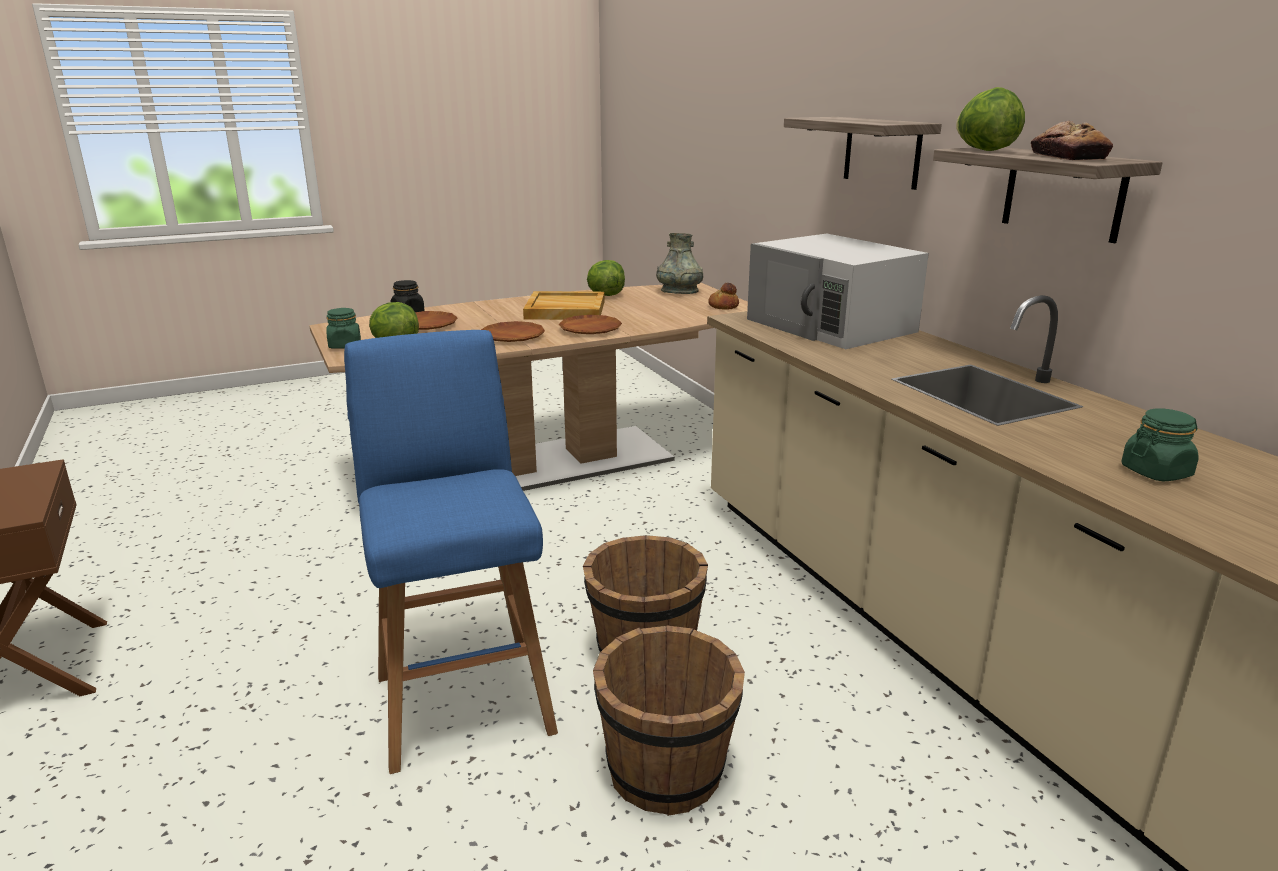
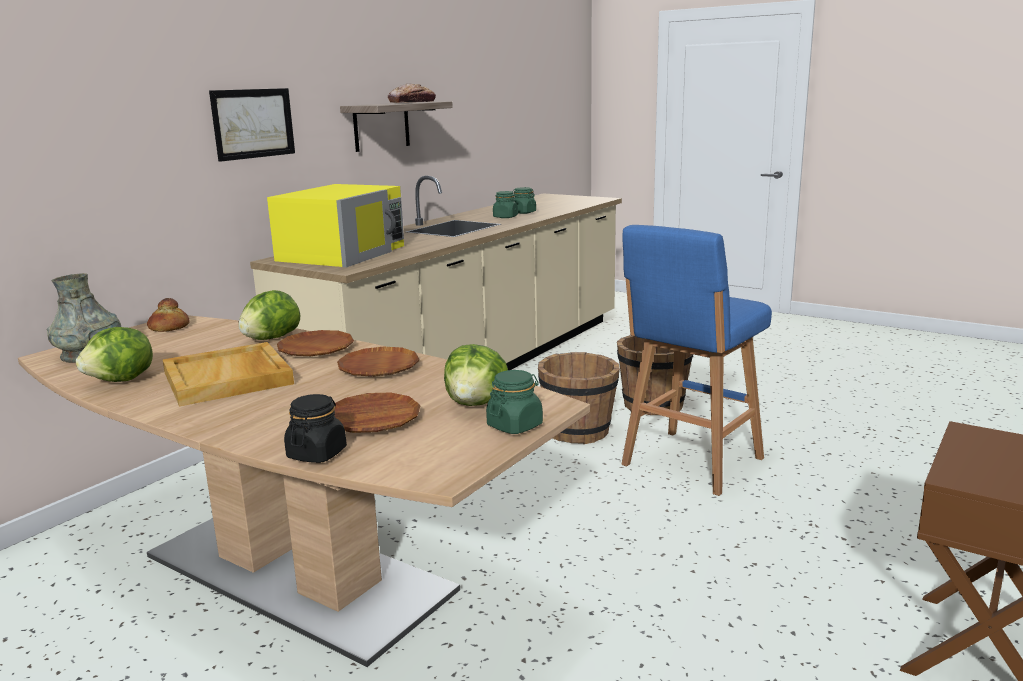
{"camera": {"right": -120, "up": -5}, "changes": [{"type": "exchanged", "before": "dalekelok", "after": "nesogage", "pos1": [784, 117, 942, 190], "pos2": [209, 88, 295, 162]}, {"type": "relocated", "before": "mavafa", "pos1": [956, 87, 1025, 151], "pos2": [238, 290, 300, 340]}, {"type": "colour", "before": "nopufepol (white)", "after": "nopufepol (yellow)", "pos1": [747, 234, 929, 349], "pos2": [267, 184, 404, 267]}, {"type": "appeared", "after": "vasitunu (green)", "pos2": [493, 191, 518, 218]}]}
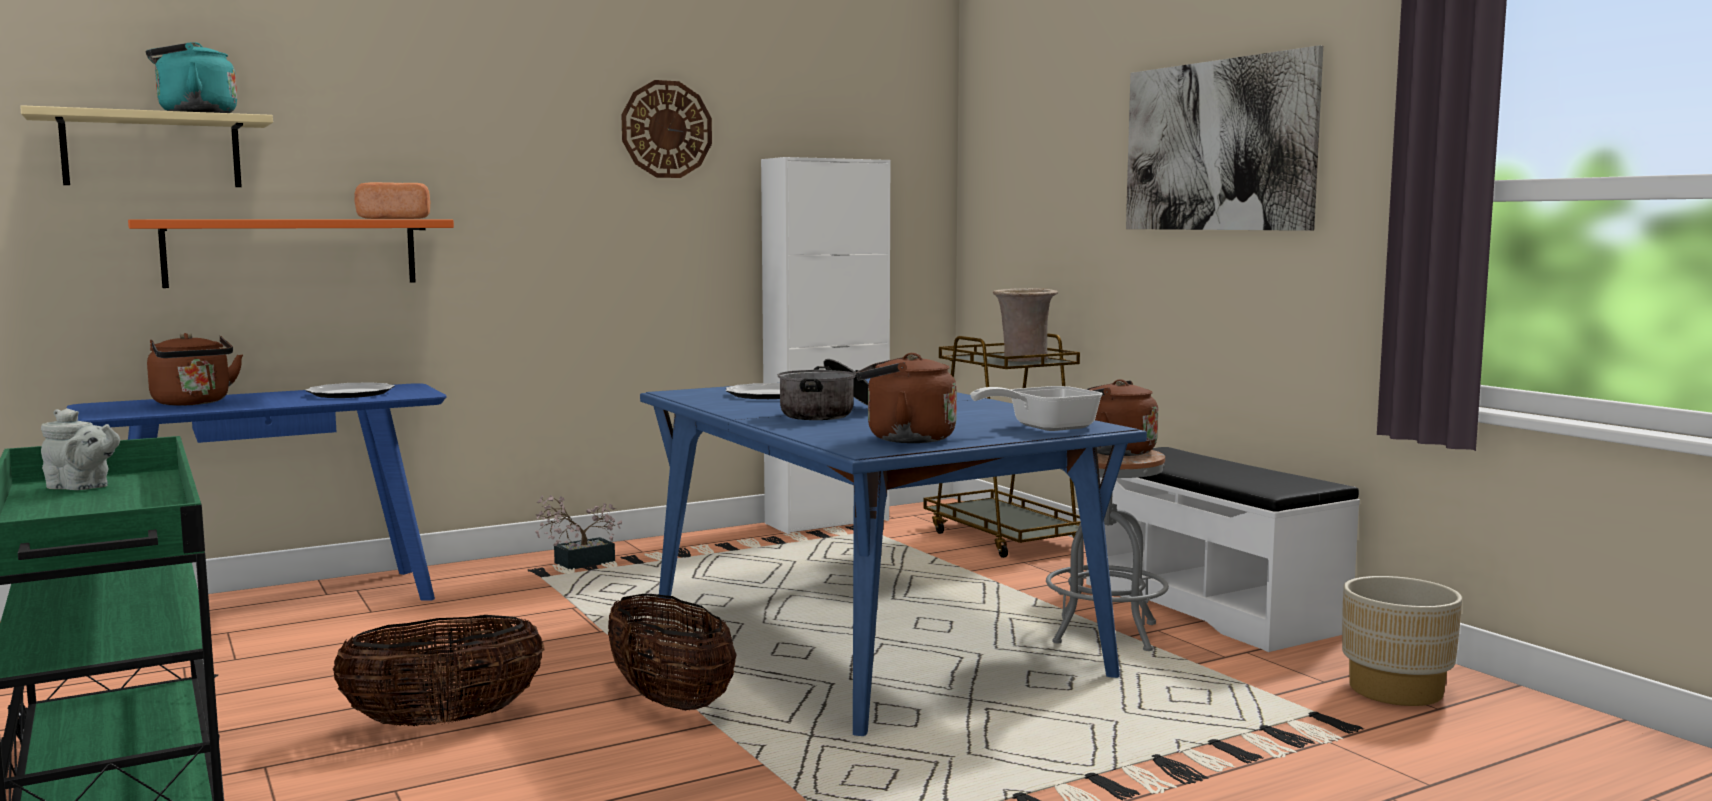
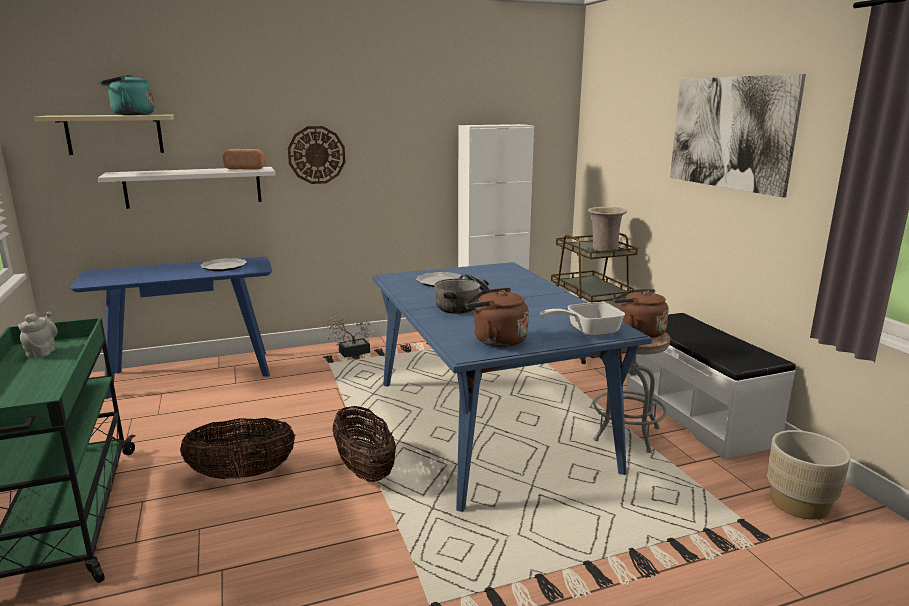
{"camera": {"right": 10, "up": 10}, "changes": [{"type": "spun", "before": "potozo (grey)", "pos1": [41, 408, 120, 490], "pos2": [18, 312, 58, 358], "turn": -120}, {"type": "colour", "before": "dalekelok (orange)", "after": "dalekelok (white)", "pos1": [128, 219, 454, 288], "pos2": [98, 167, 276, 209]}, {"type": "relocated", "before": "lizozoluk", "pos1": [621, 80, 712, 178], "pos2": [288, 126, 345, 184]}, {"type": "missing", "before": "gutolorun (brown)", "pos1": [147, 333, 243, 406]}]}
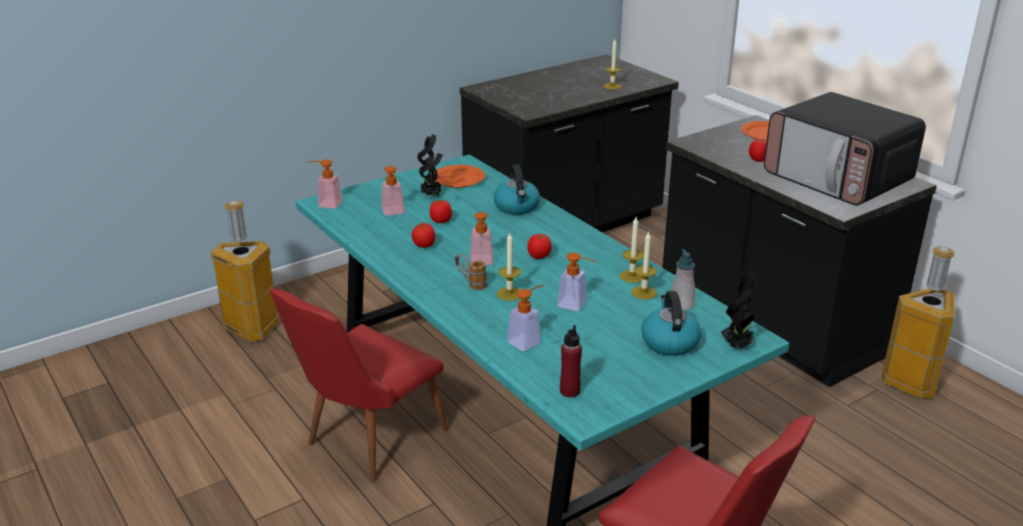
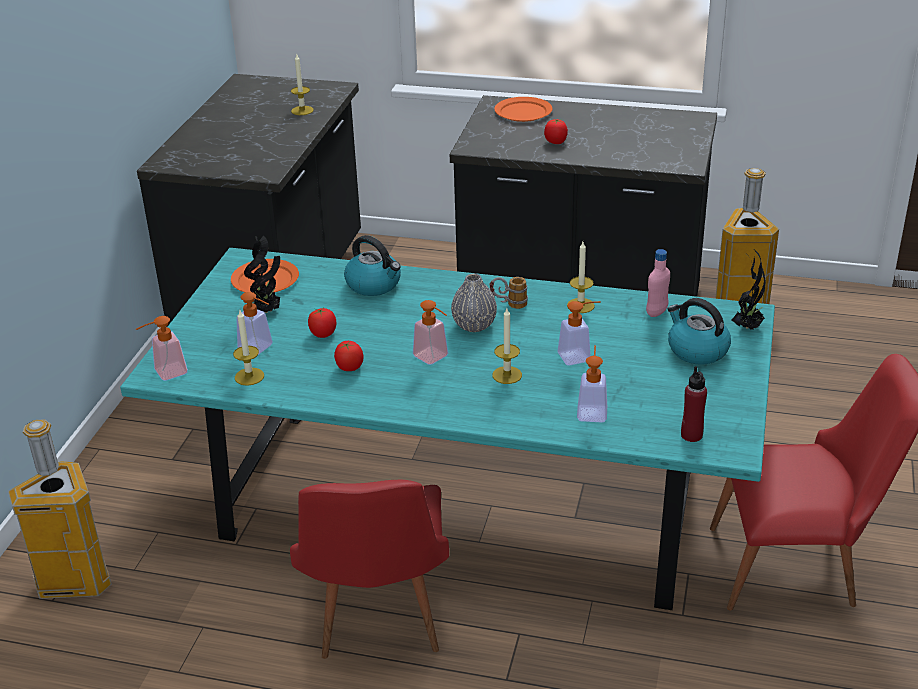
{"camera": {"right": -40, "up": 5}, "changes": [{"type": "relocated", "before": "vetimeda", "pos1": [631, 231, 657, 299], "pos2": [233, 311, 264, 386]}, {"type": "exchanged", "before": "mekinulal", "after": "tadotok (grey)", "pos1": [527, 234, 552, 259], "pos2": [451, 274, 497, 332]}, {"type": "relocated", "before": "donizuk", "pos1": [455, 254, 487, 290], "pos2": [490, 277, 528, 309]}, {"type": "exchanged", "before": "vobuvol", "after": "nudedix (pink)", "pos1": [671, 249, 695, 311], "pos2": [646, 249, 670, 317]}, {"type": "missing", "before": "nopufepol", "pos1": [764, 92, 926, 206]}]}
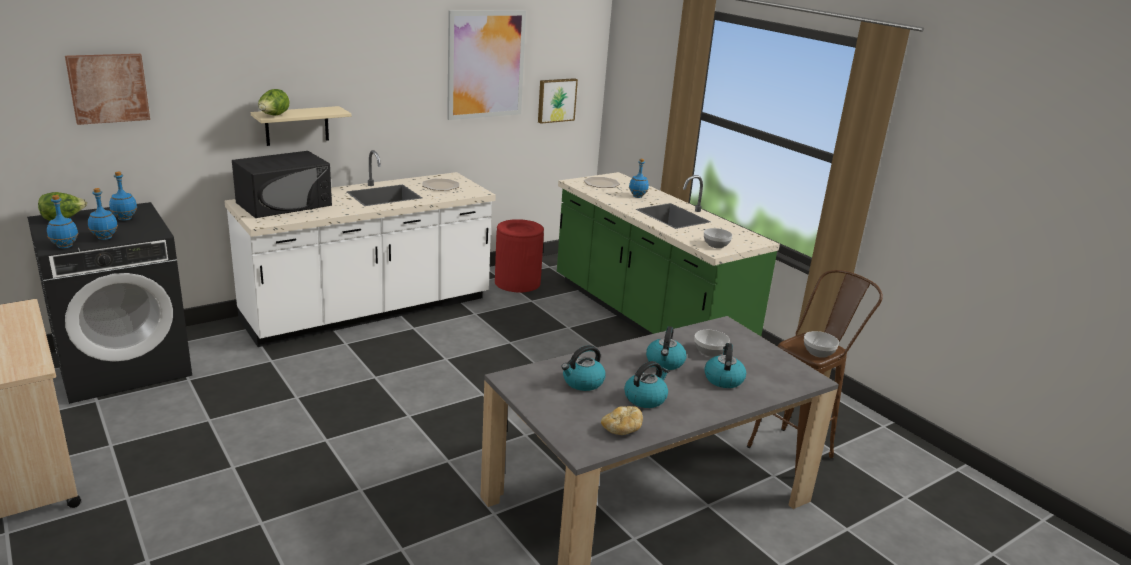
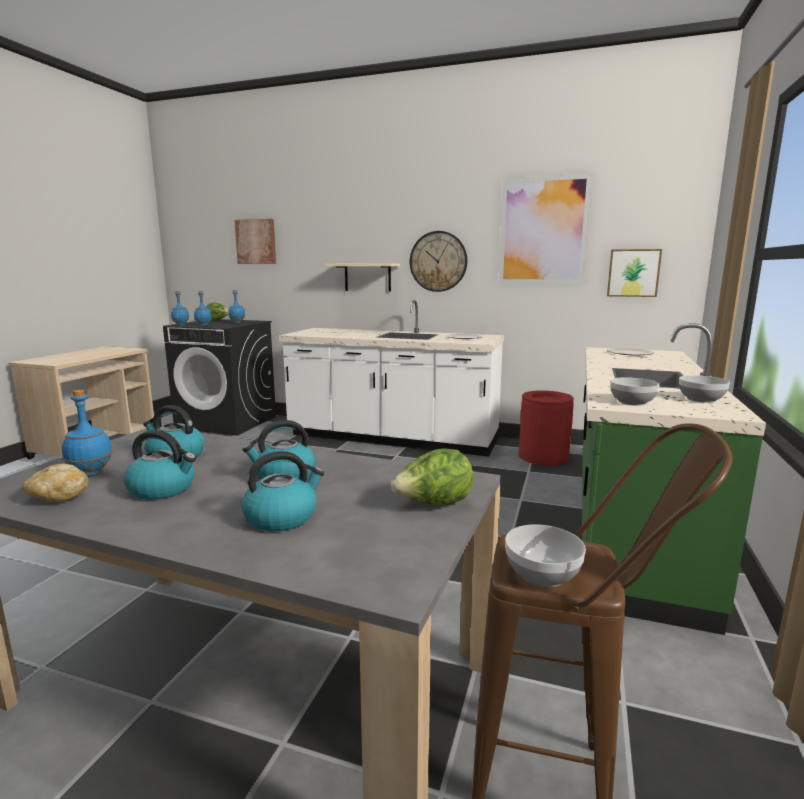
{"camera": {"right": 55, "up": -10}, "changes": [{"type": "relocated", "before": "nudedix (blue)", "pos1": [629, 159, 649, 198], "pos2": [62, 390, 113, 476]}, {"type": "relocated", "before": "mavafa", "pos1": [258, 89, 290, 116], "pos2": [391, 448, 474, 506]}, {"type": "appeared", "after": "lizozoluk", "pos2": [410, 231, 467, 292]}, {"type": "relocated", "before": "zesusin", "pos1": [694, 330, 730, 357], "pos2": [679, 375, 730, 403]}, {"type": "missing", "before": "nopufepol (black)", "pos1": [232, 151, 332, 218]}]}
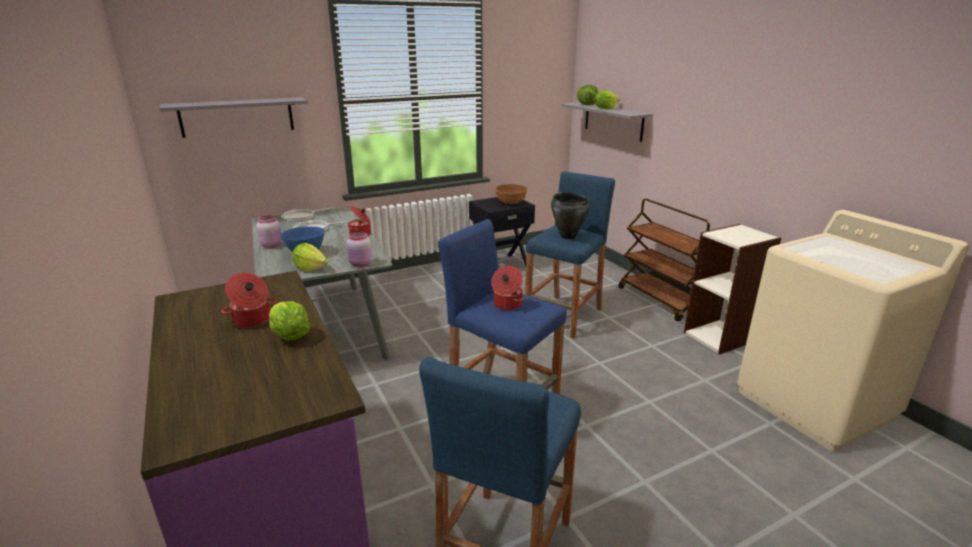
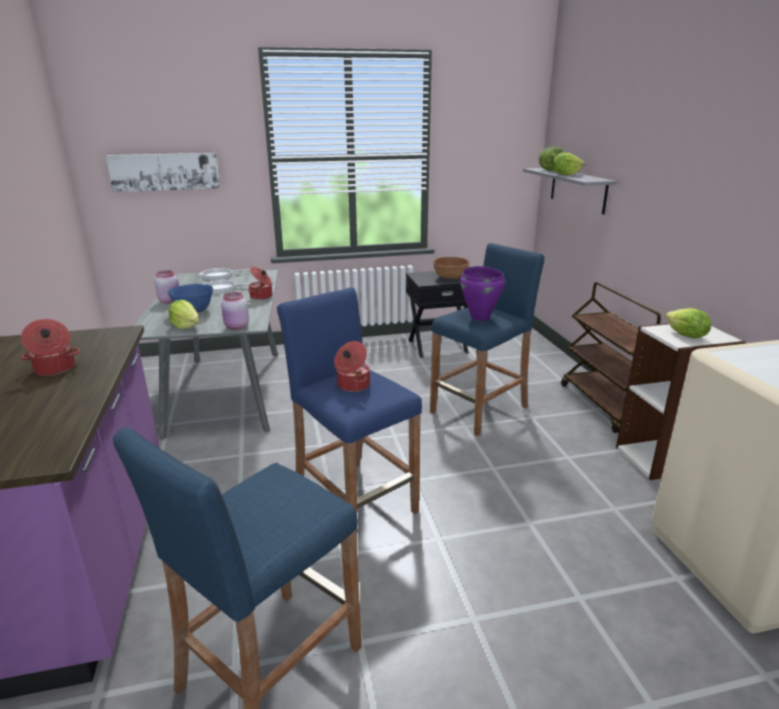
{"camera": {"right": 15, "up": 0}, "changes": [{"type": "exchanged", "before": "dalekelok (grey)", "after": "nesogage", "pos1": [160, 97, 308, 138], "pos2": [106, 153, 220, 192]}, {"type": "colour", "before": "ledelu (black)", "after": "ledelu (purple)", "pos1": [551, 192, 590, 239], "pos2": [460, 266, 505, 321]}, {"type": "relocated", "before": "mavafa", "pos1": [269, 302, 311, 341], "pos2": [665, 308, 711, 338]}]}
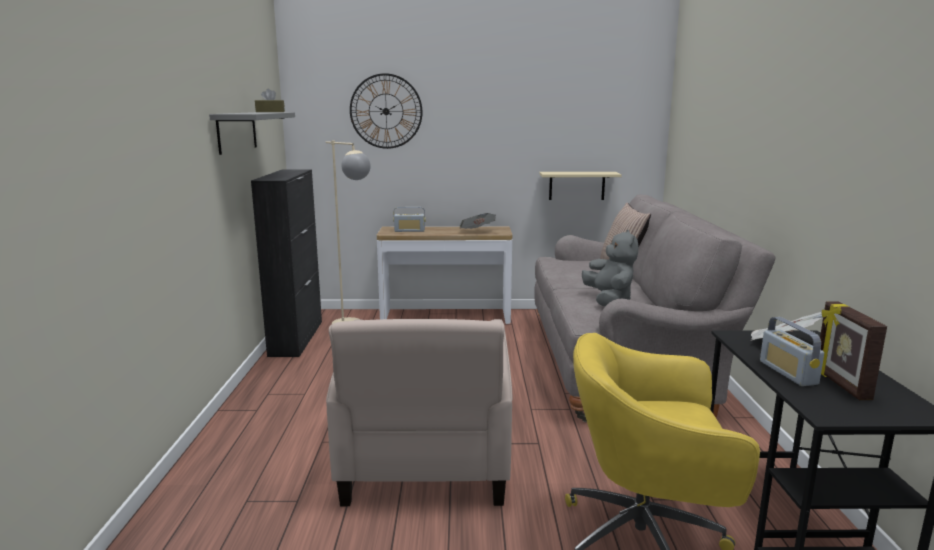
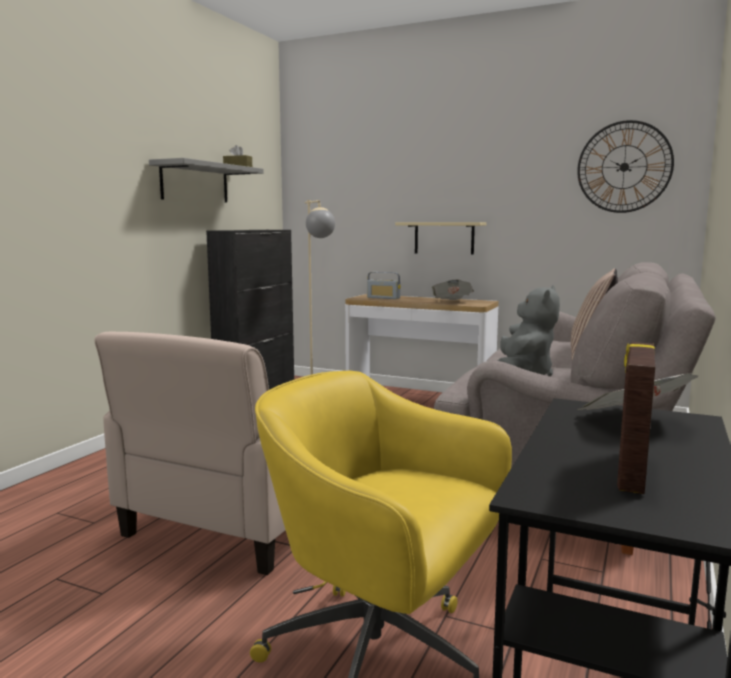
{"camera": {"right": 25, "up": -5}, "changes": [{"type": "relocated", "before": "dalekelok (beige)", "pos1": [539, 172, 622, 200], "pos2": [395, 222, 487, 255]}, {"type": "relocated", "before": "lizozoluk", "pos1": [350, 73, 423, 149], "pos2": [577, 120, 674, 213]}, {"type": "missing", "before": "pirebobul", "pos1": [760, 317, 824, 386]}]}
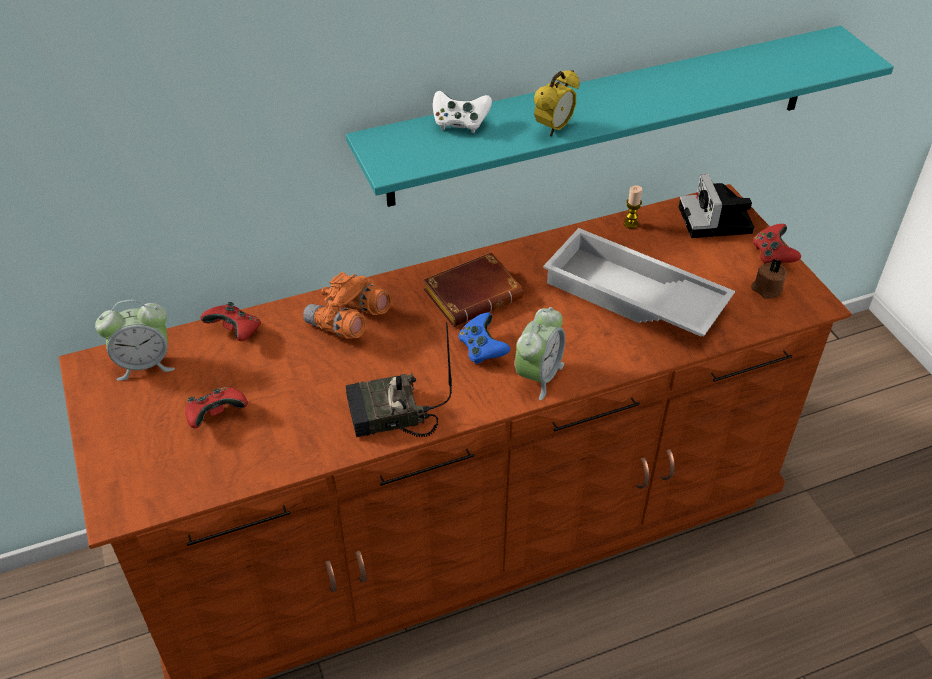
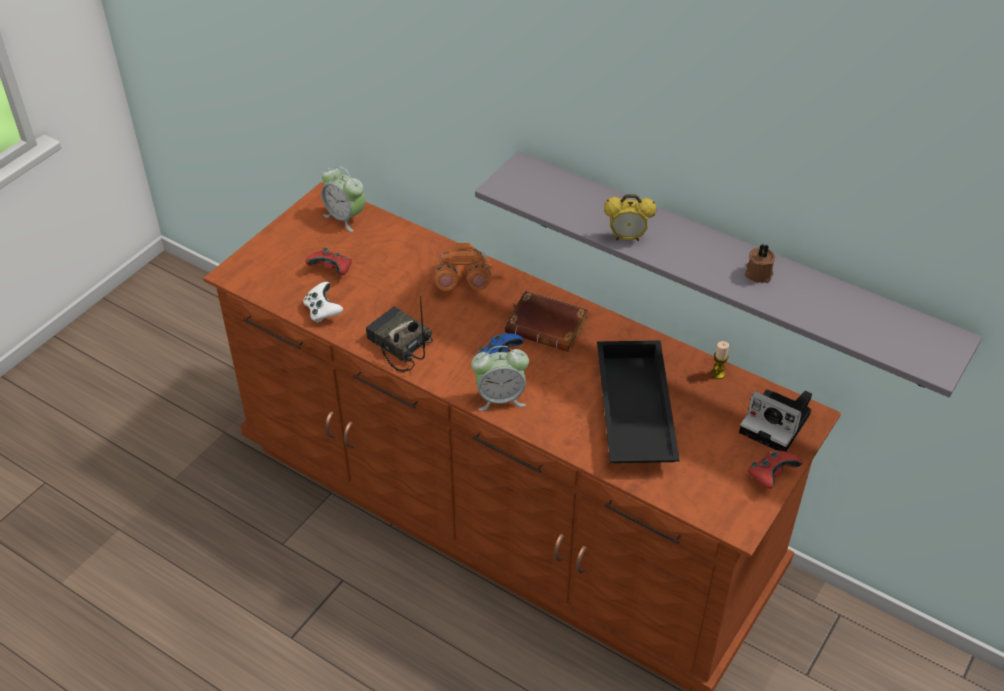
{"camera": {"right": 55, "up": 0}, "changes": [{"type": "relocated", "before": "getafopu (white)", "pos1": [433, 91, 492, 133], "pos2": [303, 282, 343, 323]}, {"type": "colour", "before": "dalekelok (turquoise)", "after": "dalekelok (grey)", "pos1": [346, 26, 894, 207], "pos2": [475, 151, 982, 397]}, {"type": "colour", "before": "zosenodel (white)", "after": "zosenodel (black)", "pos1": [543, 228, 735, 336], "pos2": [597, 340, 680, 463]}, {"type": "spun", "before": "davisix", "pos1": [679, 174, 754, 238], "pos2": [739, 390, 812, 452], "turn": -105}, {"type": "relocated", "before": "vetimeda (brown)", "pos1": [751, 259, 787, 299], "pos2": [745, 244, 775, 283]}, {"type": "missing", "before": "getafopu (red)", "pos1": [200, 302, 261, 341]}]}
